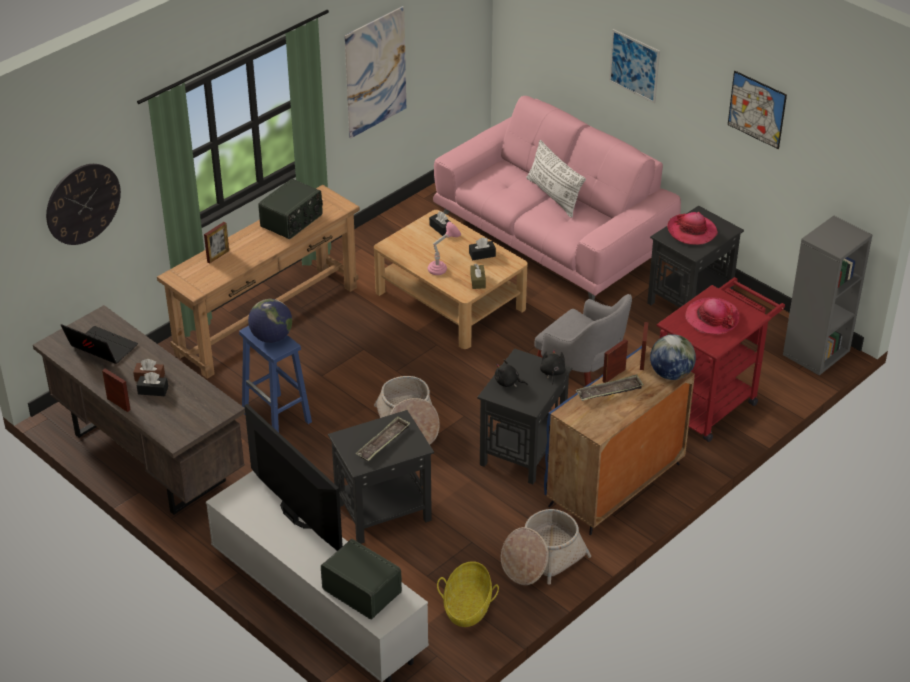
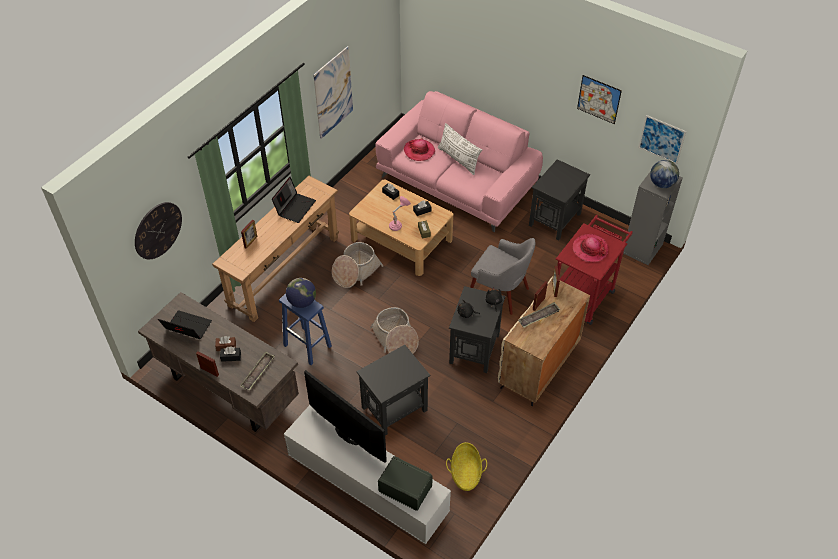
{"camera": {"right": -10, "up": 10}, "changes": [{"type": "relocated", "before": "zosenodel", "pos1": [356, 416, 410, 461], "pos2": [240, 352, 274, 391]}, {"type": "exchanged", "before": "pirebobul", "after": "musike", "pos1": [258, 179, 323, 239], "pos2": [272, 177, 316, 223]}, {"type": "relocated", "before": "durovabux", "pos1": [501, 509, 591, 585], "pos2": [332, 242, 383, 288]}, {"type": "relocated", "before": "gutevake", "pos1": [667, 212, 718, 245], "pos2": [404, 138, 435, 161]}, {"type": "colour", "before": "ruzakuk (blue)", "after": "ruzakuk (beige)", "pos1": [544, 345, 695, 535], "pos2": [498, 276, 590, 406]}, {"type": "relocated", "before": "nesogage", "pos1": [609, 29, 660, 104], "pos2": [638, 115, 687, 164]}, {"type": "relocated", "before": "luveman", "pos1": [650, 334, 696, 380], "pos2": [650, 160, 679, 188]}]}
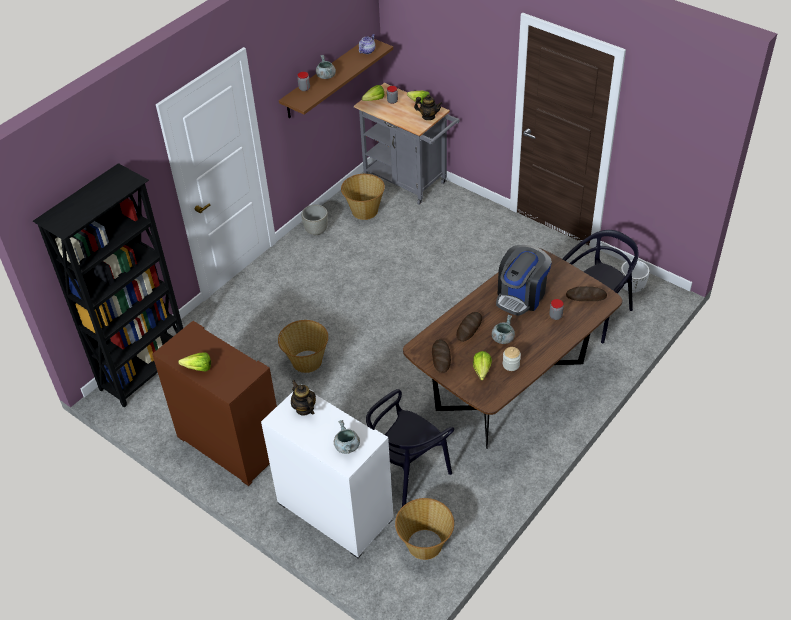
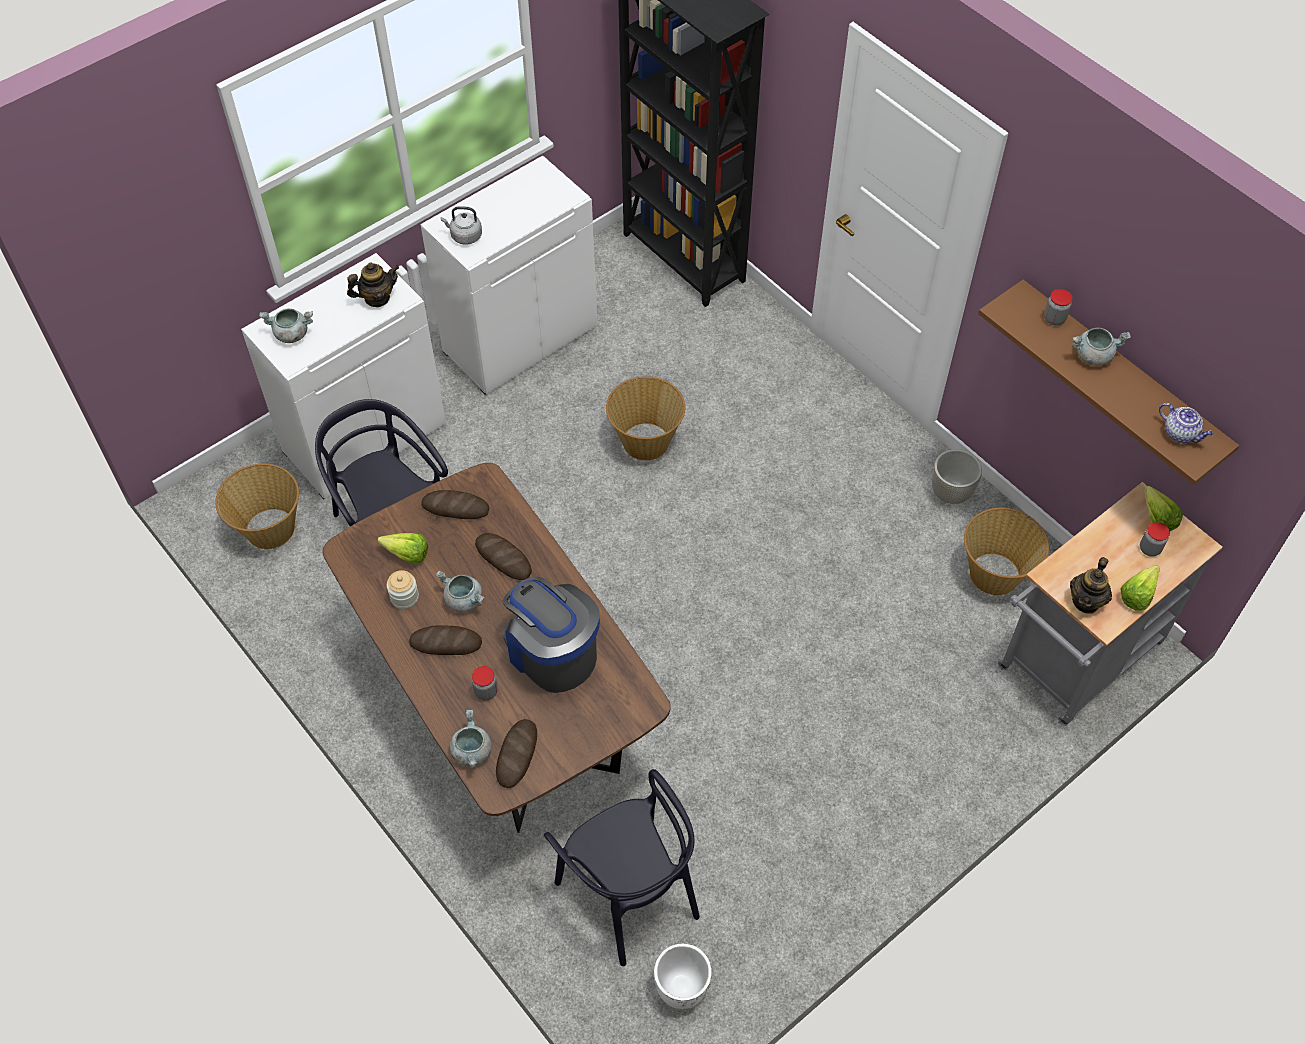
{"camera": {"right": 100, "up": 10}, "changes": [{"type": "appeared", "after": "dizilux", "pos2": [409, 626, 482, 655]}, {"type": "colour", "before": "ruzakuk (brown)", "after": "ruzakuk (white)", "pos1": [152, 321, 277, 486], "pos2": [420, 156, 597, 395]}, {"type": "appeared", "after": "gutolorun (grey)", "pos2": [441, 206, 482, 245]}, {"type": "appeared", "after": "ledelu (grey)", "pos2": [449, 710, 492, 768]}, {"type": "missing", "before": "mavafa", "pos1": [178, 352, 211, 372]}]}
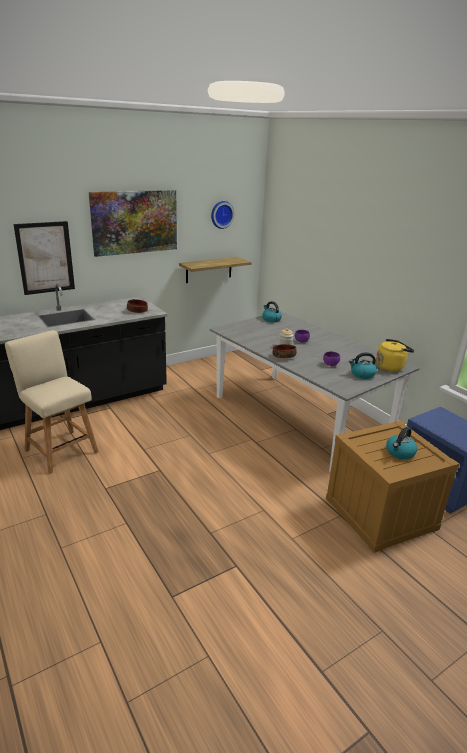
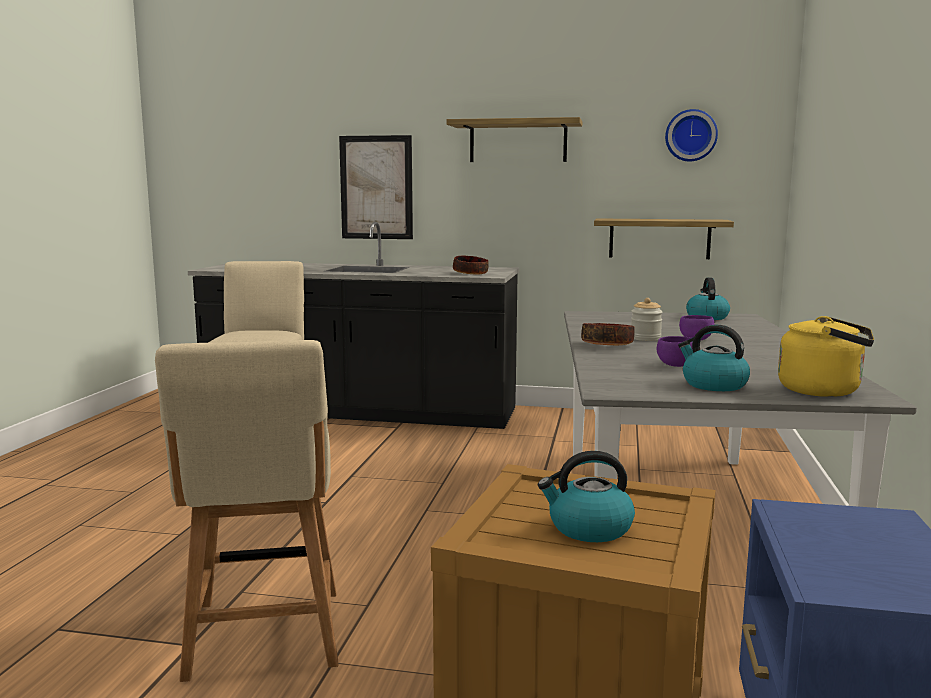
{"camera": {"right": 45, "up": -15}, "changes": [{"type": "appeared", "after": "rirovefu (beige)", "pos2": [155, 340, 338, 682]}, {"type": "exchanged", "before": "nesogage", "after": "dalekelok", "pos1": [89, 190, 177, 257], "pos2": [446, 117, 582, 162]}]}
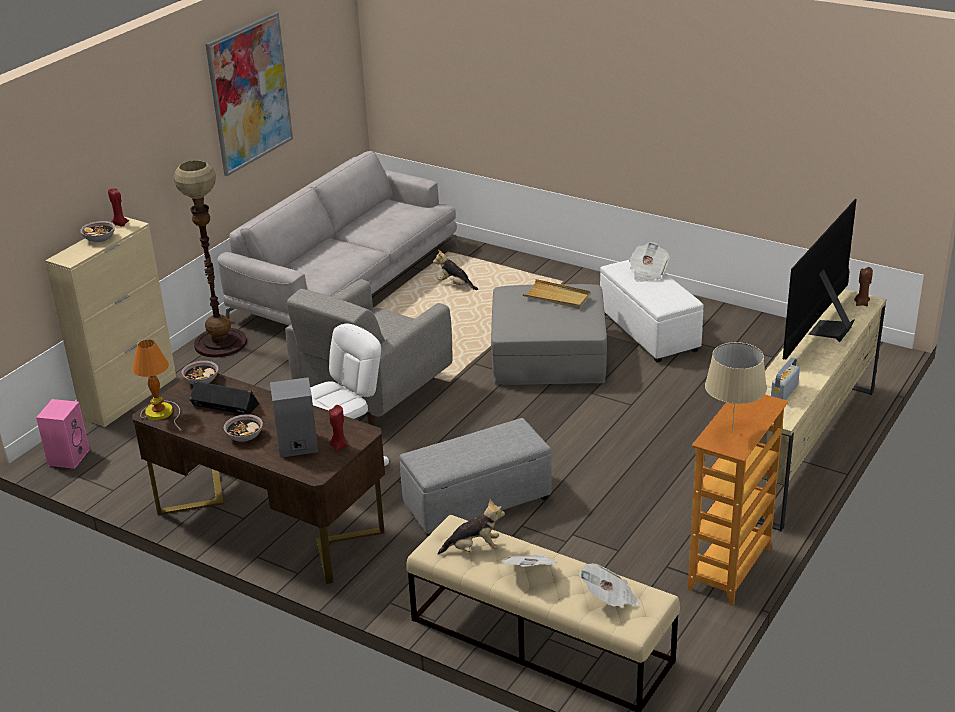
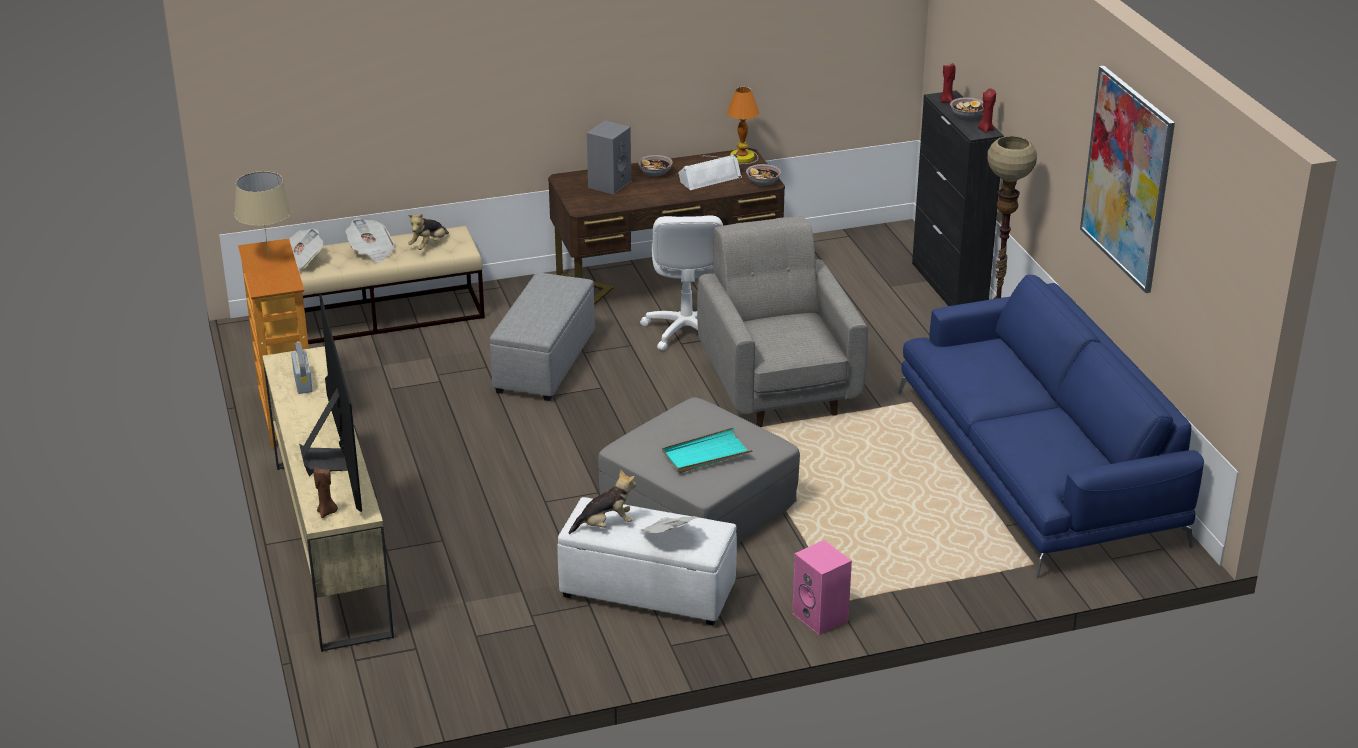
{"camera": {"right": 130, "up": 0}, "changes": [{"type": "relocated", "before": "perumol", "pos1": [433, 250, 478, 290], "pos2": [568, 469, 636, 534]}, {"type": "colour", "before": "zosenodel (beige)", "after": "zosenodel (turquoise)", "pos1": [523, 279, 591, 309], "pos2": [662, 427, 753, 473]}, {"type": "colour", "before": "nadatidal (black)", "after": "nadatidal (white)", "pos1": [189, 381, 260, 415], "pos2": [678, 154, 742, 190]}, {"type": "relocated", "before": "nadatidal (pink)", "pos1": [36, 399, 90, 469], "pos2": [792, 540, 852, 635]}, {"type": "colour", "before": "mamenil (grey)", "after": "mamenil (blue)", "pos1": [217, 151, 459, 325], "pos2": [898, 275, 1204, 579]}, {"type": "colour", "before": "ruzakuk (beige)", "after": "ruzakuk (black)", "pos1": [45, 217, 176, 427], "pos2": [912, 90, 1004, 306]}, {"type": "relocated", "before": "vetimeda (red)", "pos1": [329, 405, 347, 451], "pos2": [940, 63, 956, 103]}]}
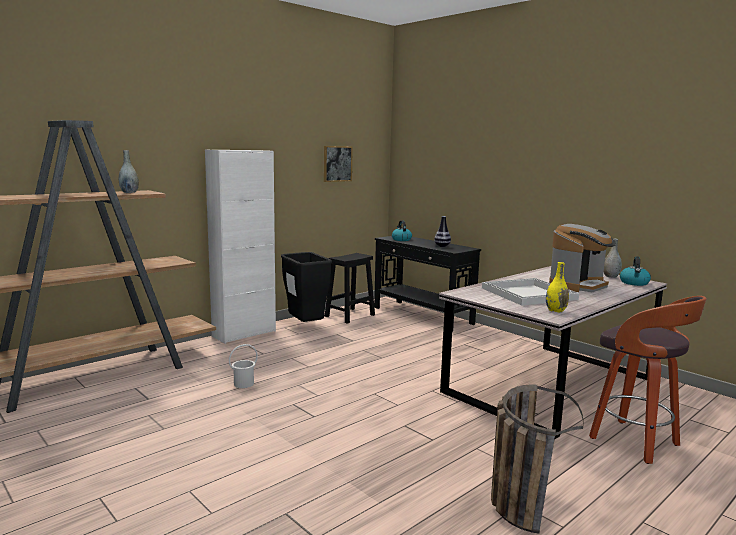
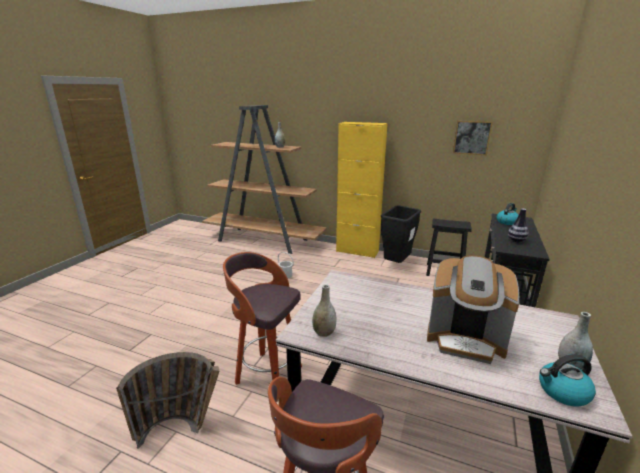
{"camera": {"right": 65, "up": 10}, "changes": [{"type": "appeared", "after": "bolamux", "pos2": [223, 252, 302, 385]}, {"type": "colour", "before": "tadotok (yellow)", "after": "tadotok (grey)", "pos1": [546, 262, 569, 312], "pos2": [312, 284, 336, 337]}, {"type": "colour", "before": "ruzakuk (white)", "after": "ruzakuk (yellow)", "pos1": [205, 150, 276, 344], "pos2": [336, 122, 388, 258]}, {"type": "missing", "before": "zosenodel (white)", "pos1": [482, 278, 579, 306]}]}
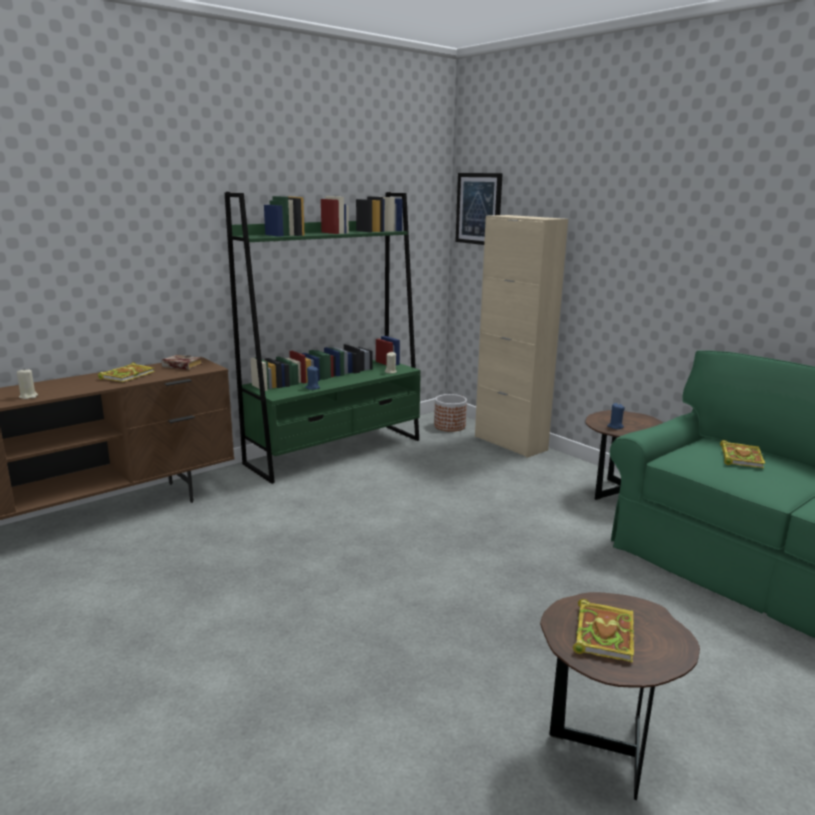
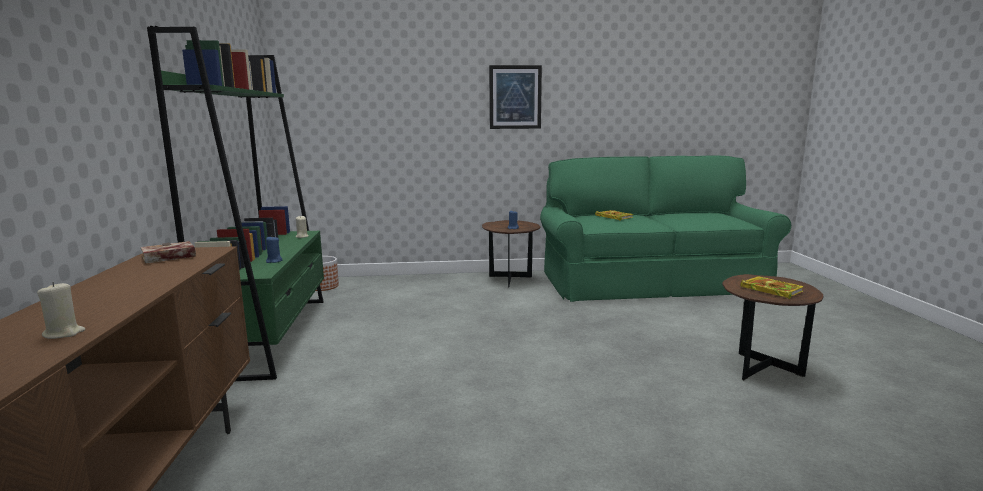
{"camera": {"right": -55, "up": -5}, "changes": [{"type": "relocated", "before": "nesogage", "pos1": [455, 173, 503, 245], "pos2": [489, 65, 542, 129]}, {"type": "missing", "before": "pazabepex", "pos1": [98, 362, 155, 382]}, {"type": "missing", "before": "ruzakuk (beige)", "pos1": [475, 215, 568, 458]}]}
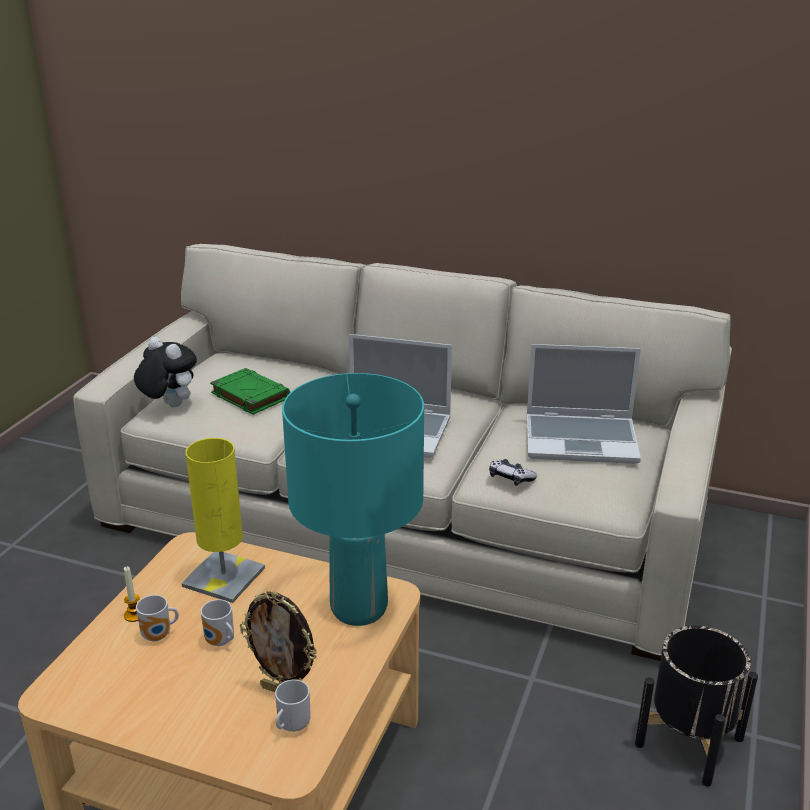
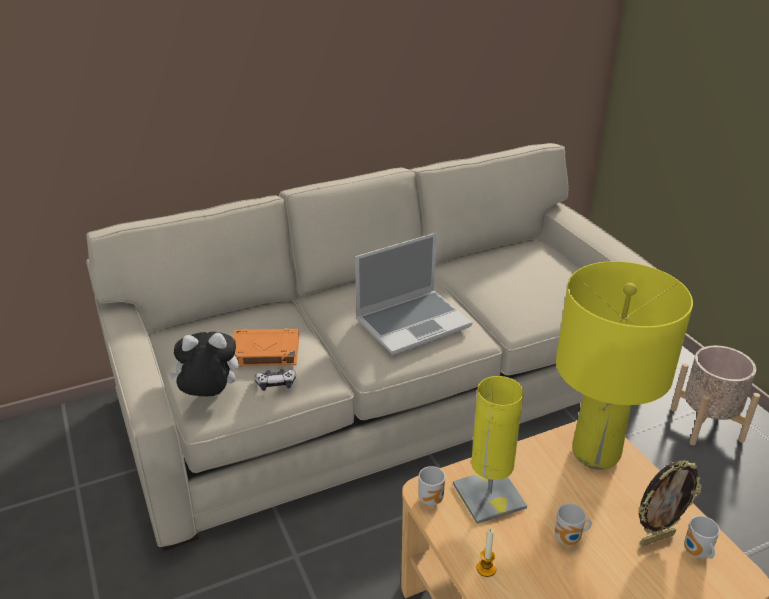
{"camera": {"right": -45, "up": 5}, "changes": [{"type": "colour", "before": "pazabepex (green)", "after": "pazabepex (orange)", "pos1": [210, 368, 290, 415], "pos2": [232, 328, 299, 367]}, {"type": "relocated", "before": "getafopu", "pos1": [489, 459, 537, 486], "pos2": [255, 369, 296, 391]}, {"type": "relocated", "before": "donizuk", "pos1": [136, 595, 179, 642], "pos2": [419, 466, 445, 506]}, {"type": "colour", "before": "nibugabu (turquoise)", "after": "nibugabu (yellow)", "pos1": [282, 373, 424, 626], "pos2": [556, 261, 693, 470]}, {"type": "colour", "before": "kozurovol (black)", "after": "kozurovol (beige)", "pos1": [635, 626, 758, 787], "pos2": [670, 346, 760, 445]}, {"type": "missing", "before": "musike", "pos1": [527, 344, 641, 464]}]}
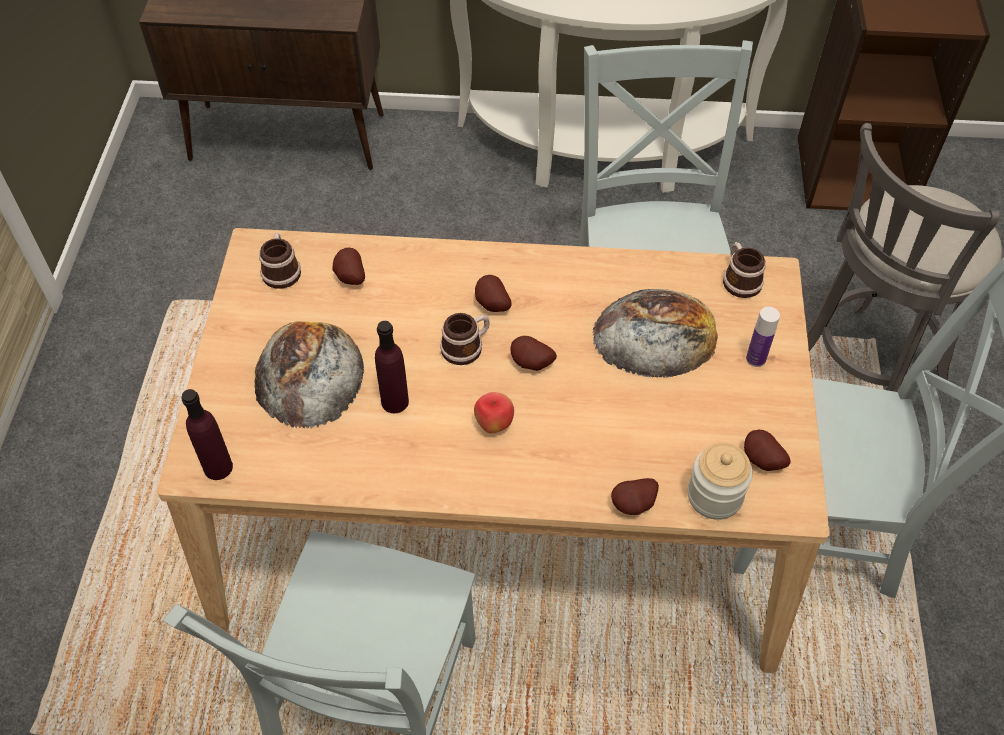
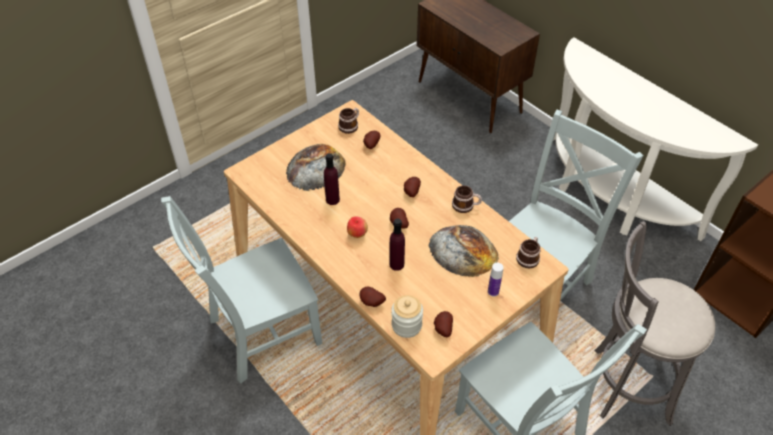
{"camera": {"right": 45, "up": -5}, "changes": [{"type": "relocated", "before": "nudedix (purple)", "pos1": [182, 389, 233, 480], "pos2": [389, 218, 405, 271]}, {"type": "relocated", "before": "donizuk", "pos1": [440, 313, 490, 365], "pos2": [452, 186, 482, 213]}]}
